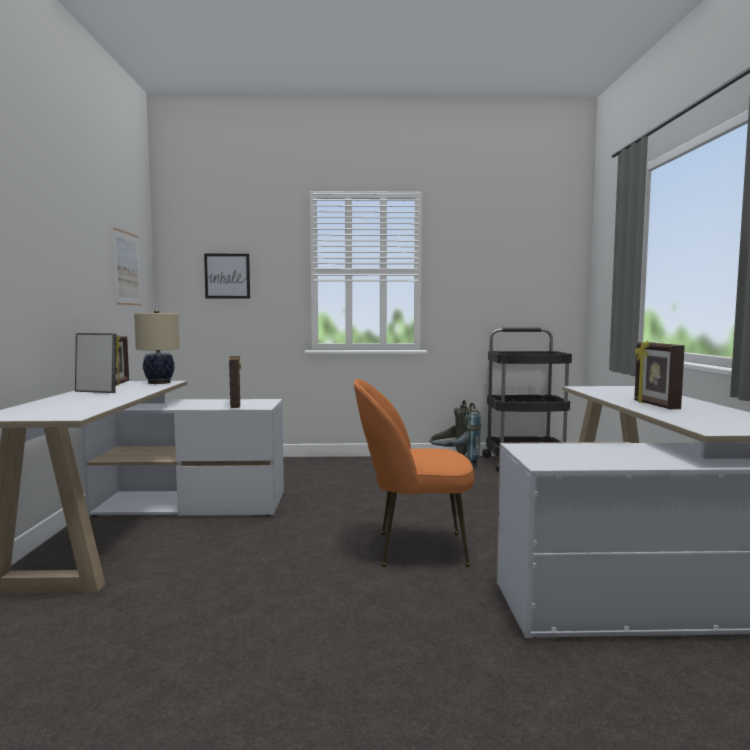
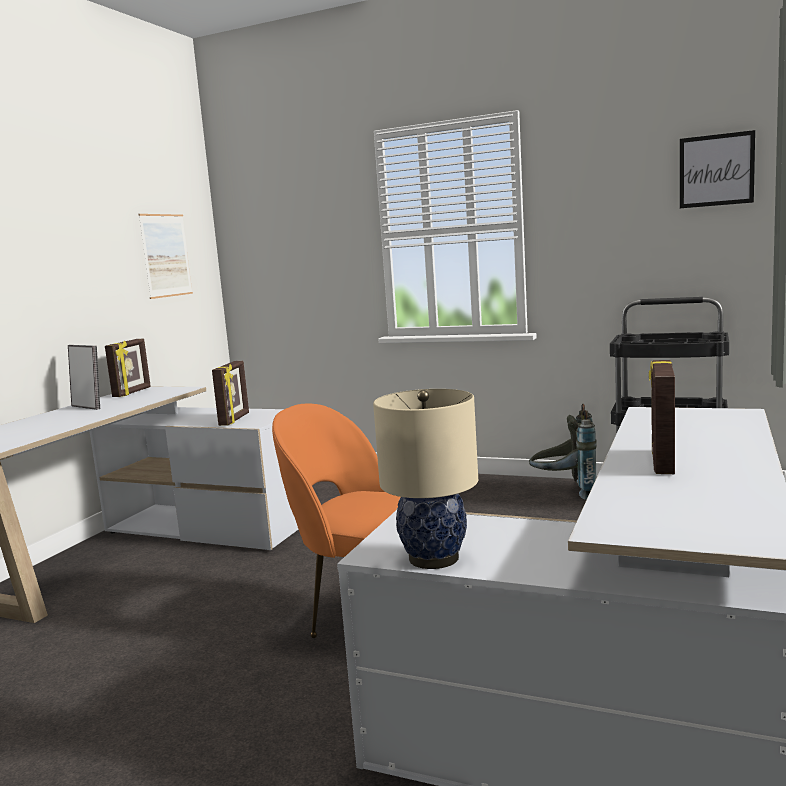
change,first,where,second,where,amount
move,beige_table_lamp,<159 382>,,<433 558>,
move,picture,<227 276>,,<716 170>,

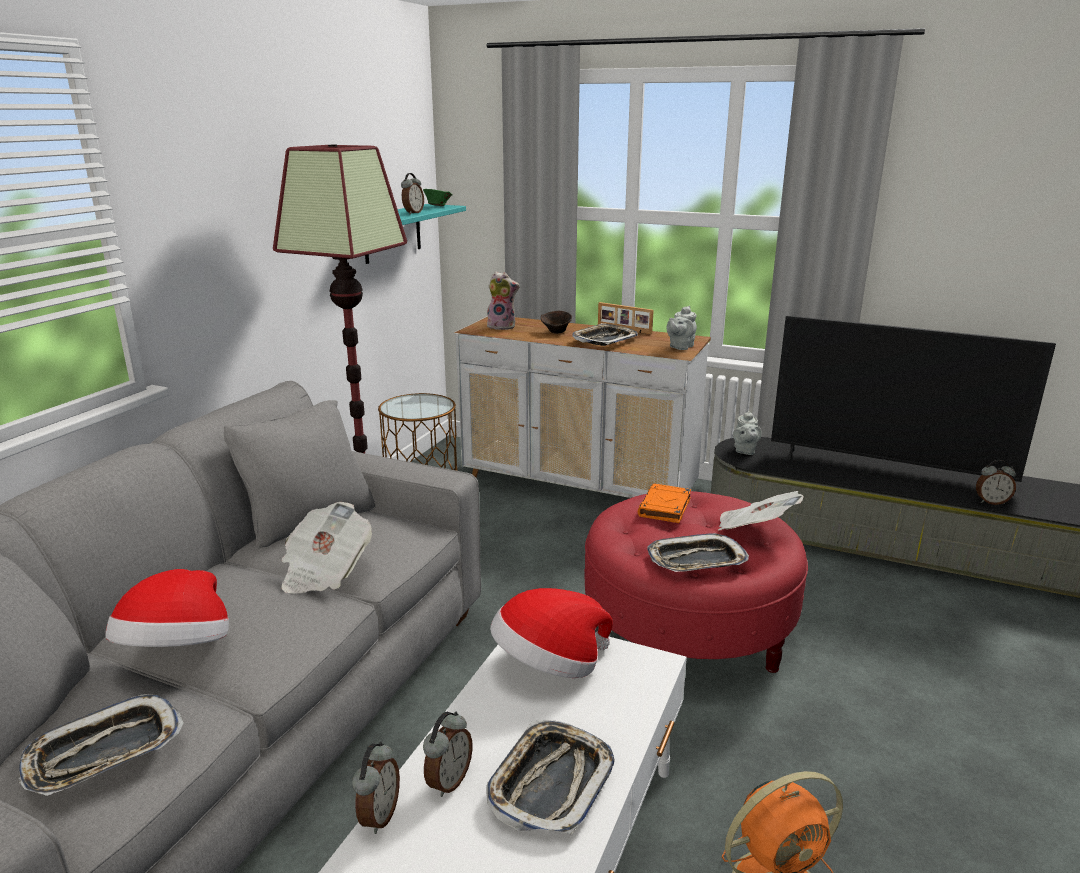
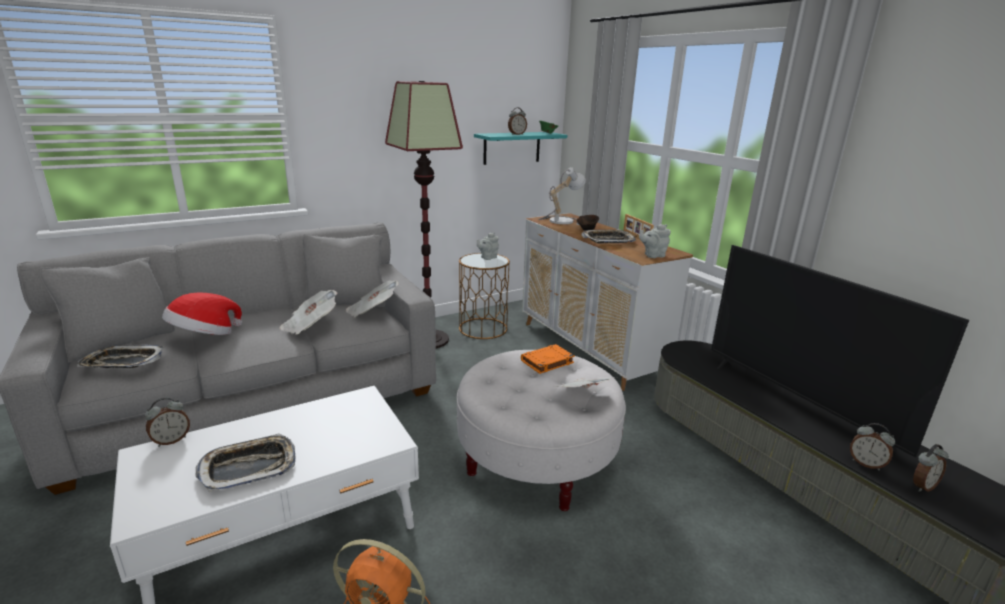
change,first,where,second,where,amount
insert,,,newspaper,<372 311>,
recolor,red_ottoman,<686 635>,white_ottoman,<536 460>,
move,grey_teapot,<744 451>,,<487 258>,
replace,plush_toy,<502 326>,table_lamp,<560 220>,
move,alarm_clock,<448 781>,,<922 486>,
delete,hat,<549 666>,,,
delete,tray,<696 561>,,,

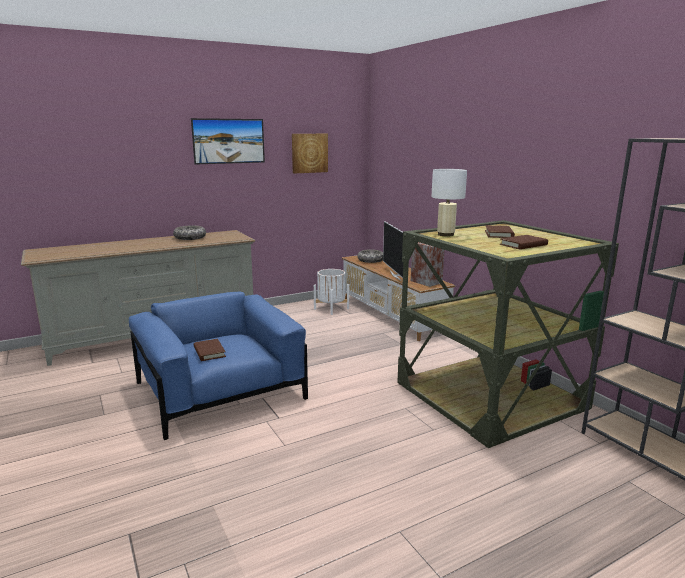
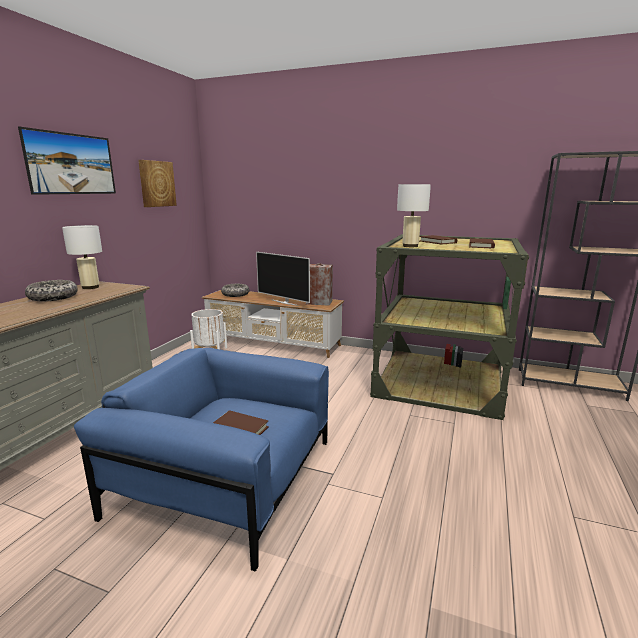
change,first,where,second,where,amount
insert,,,white_table_lamp,<90 287>,

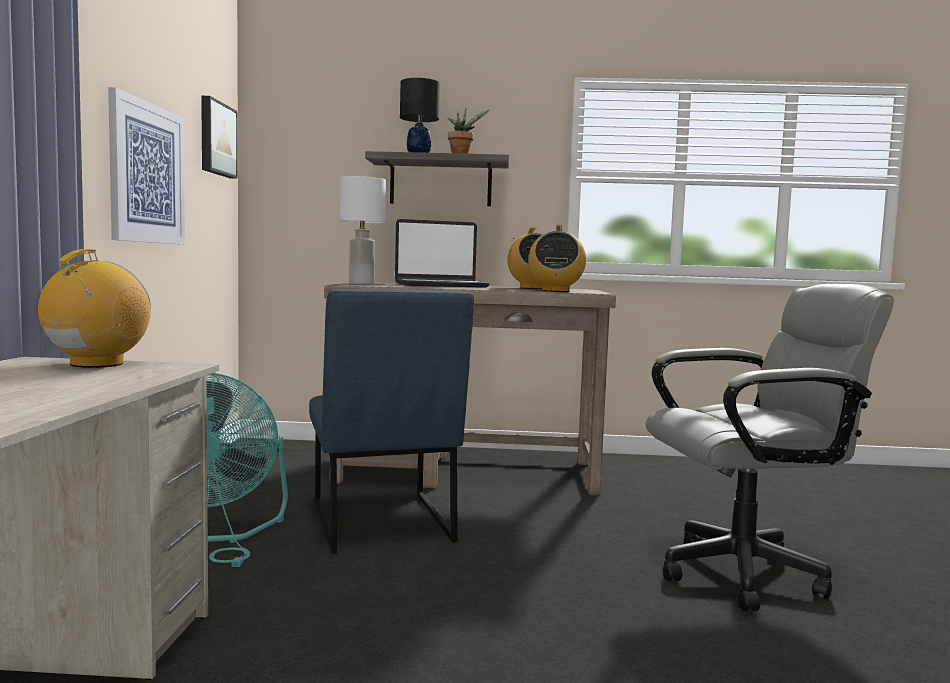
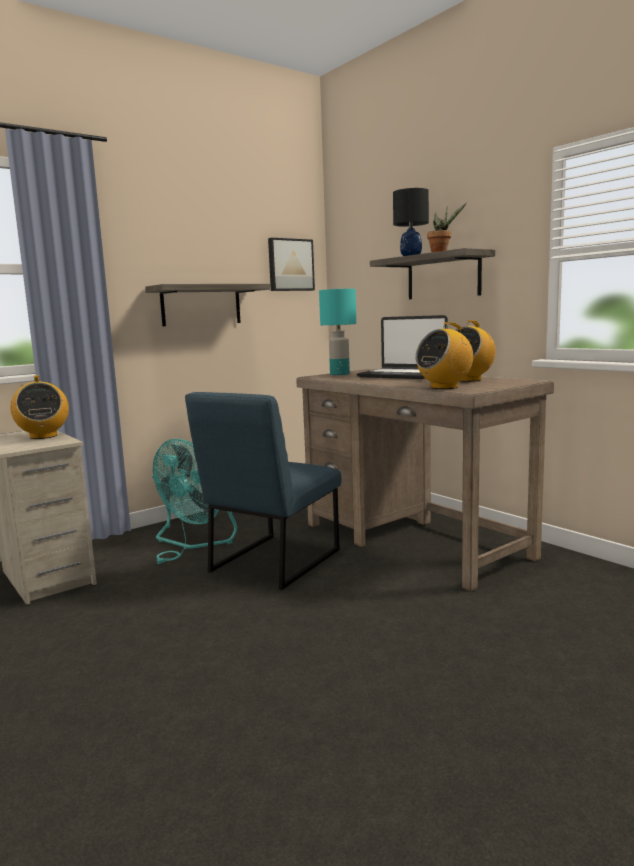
change,first,where,second,where,amount
rotate,radio,<96 364>,,<43 436>,90 degrees clockwise
replace,picture,<147 173>,shelf,<201 305>,
recolor,white_table_lamp,<361 284>,turquoise_table_lamp,<339 374>,
delete,grey_office_chair,<748 574>,,,

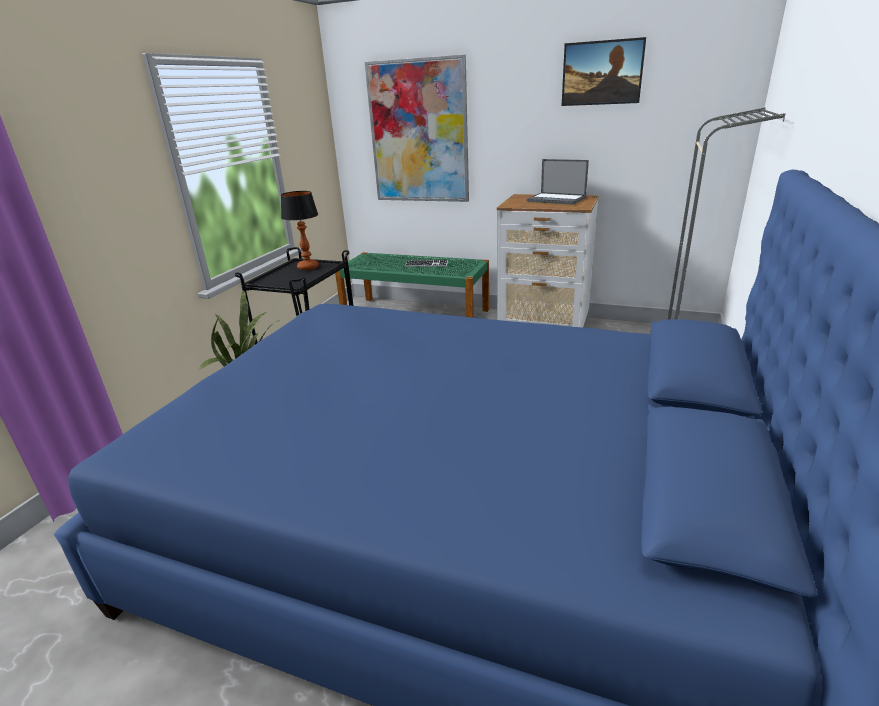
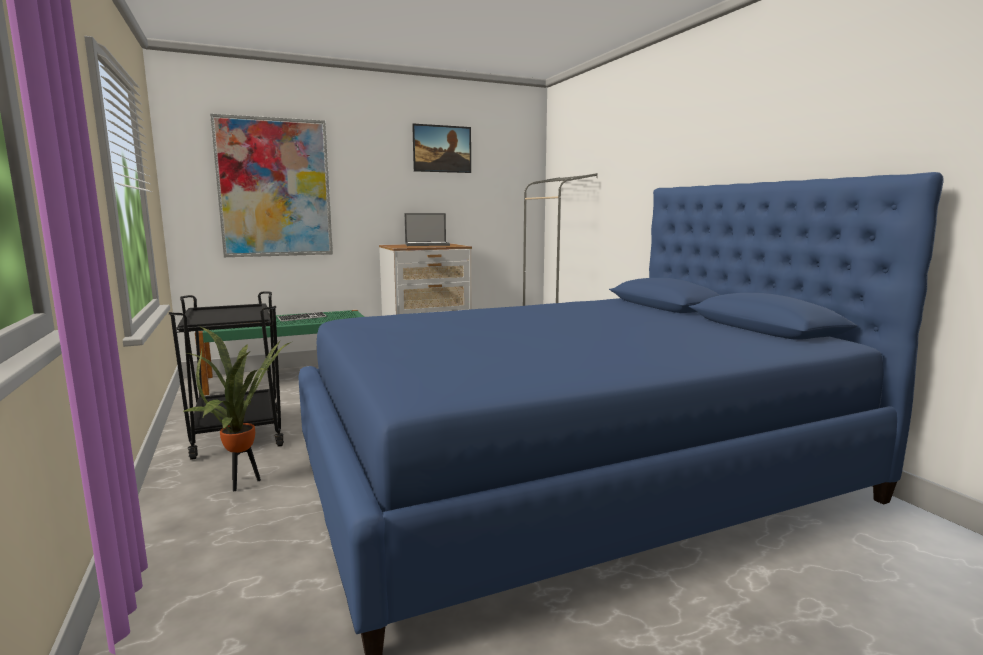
change,first,where,second,where,amount
delete,table_lamp,<308 267>,,,

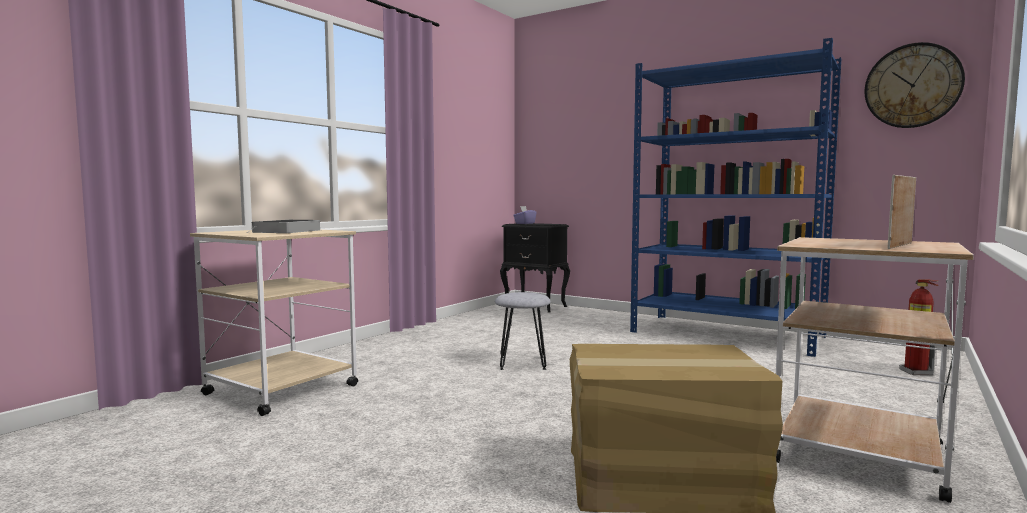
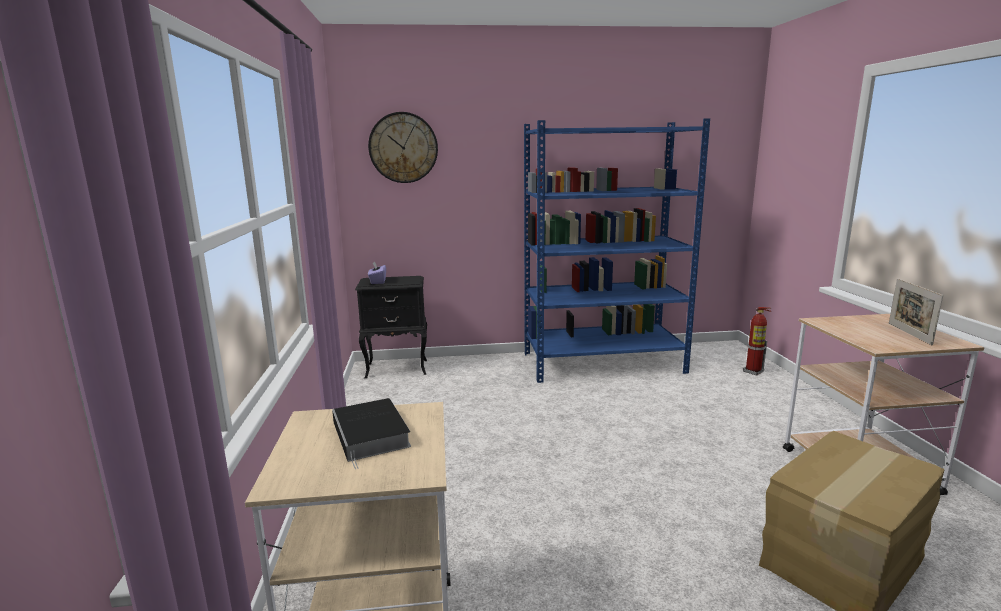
change,first,where,second,where,amount
move,wall_clock,<912 86>,,<403 148>,
delete,grey_stool,<522 363>,,,

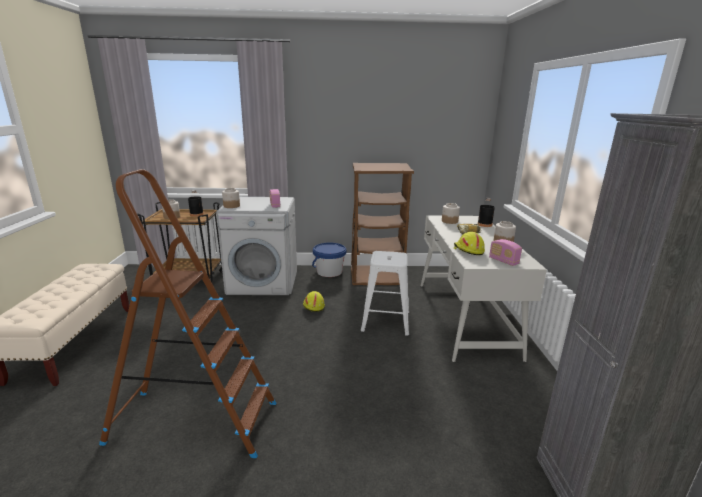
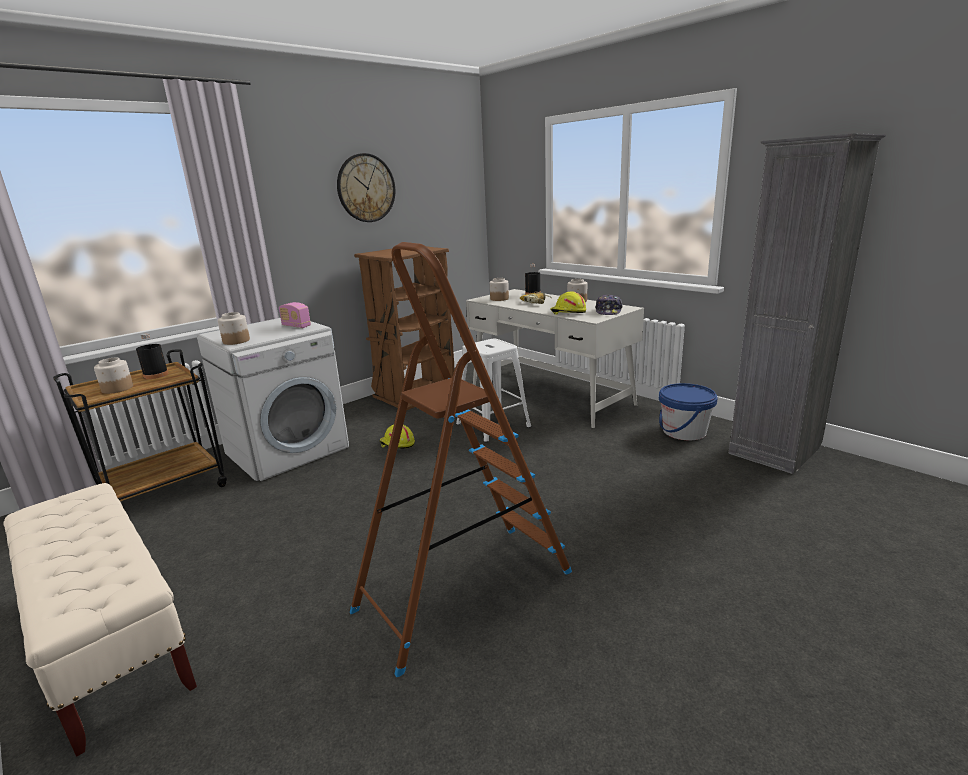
change,first,where,second,where,amount
insert,,,wall_clock,<366 188>,
replace,radio,<503 261>,cap,<608 311>,
move,blue_bucket,<329 272>,,<684 431>,

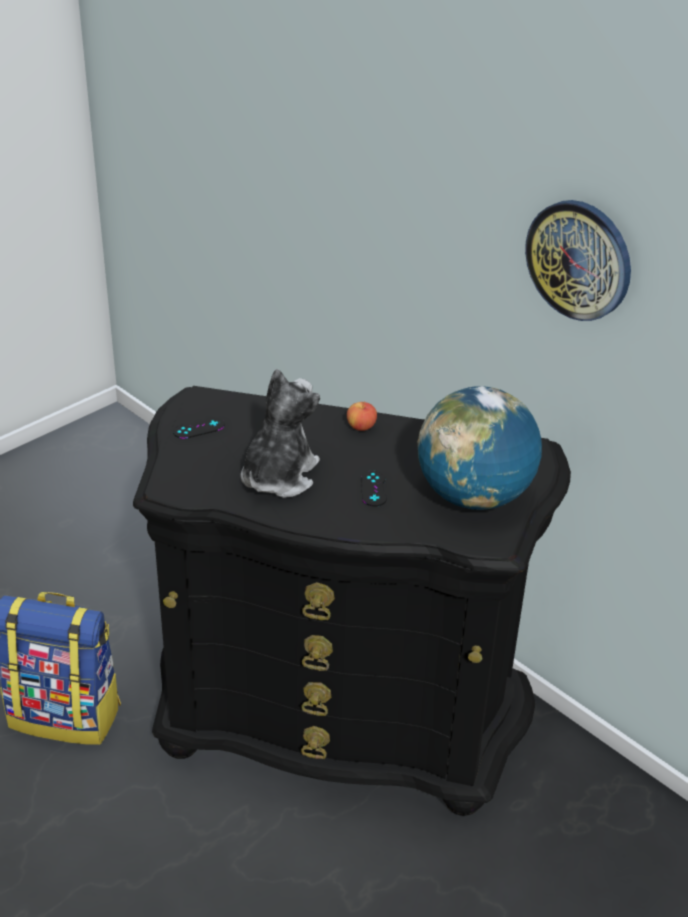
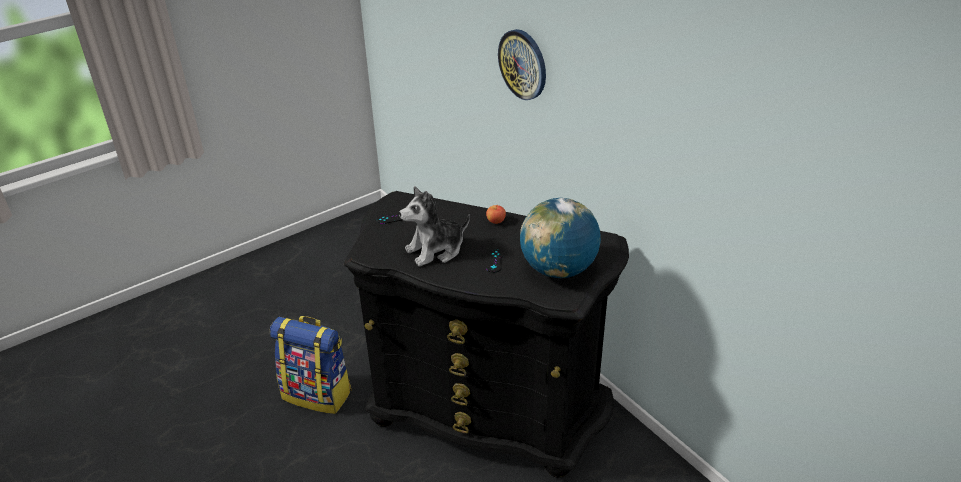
change,first,where,second,where,amount
rotate,plush_toy,<278 476>,,<435 250>,150 degrees counterclockwise
move,wall_clock,<579 260>,,<523 64>,

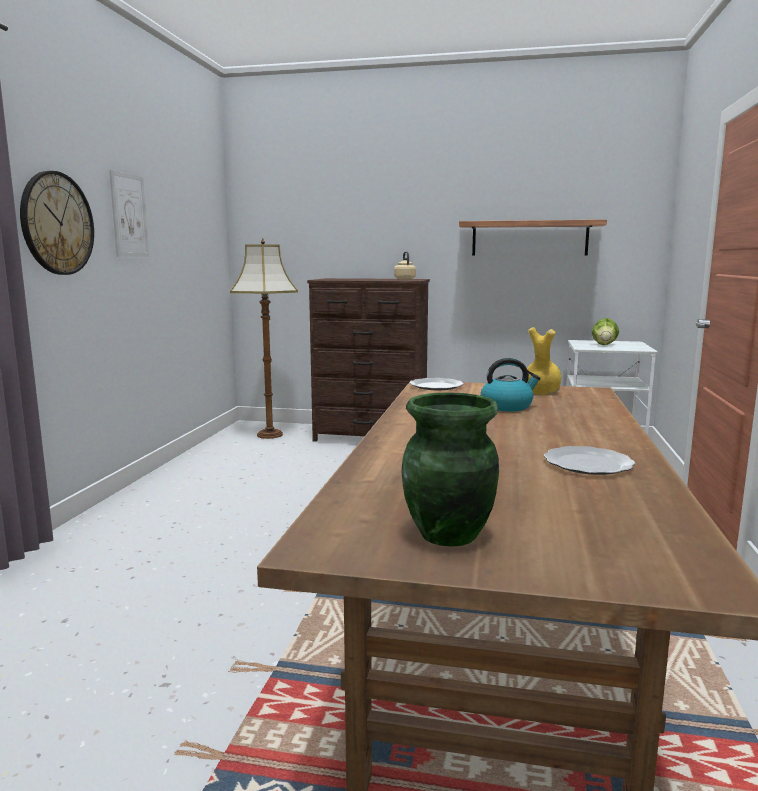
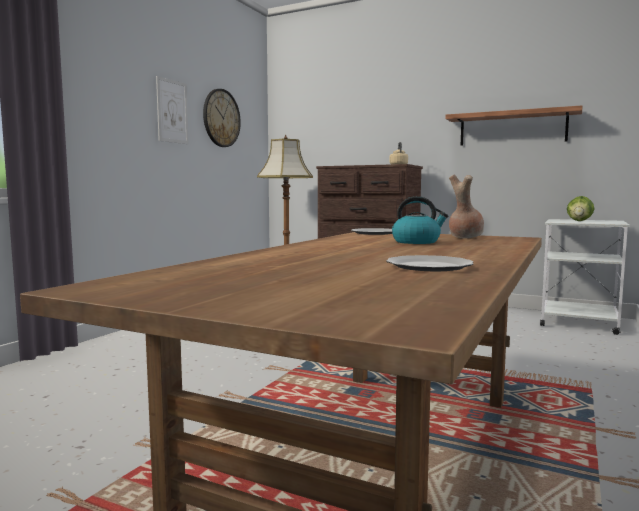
change,first,where,second,where,amount
move,wall_clock,<57 223>,,<221 118>,
recolor,yellow_vase,<540 392>,brown_vase,<464 237>,
delete,green_vase,<449 535>,,,

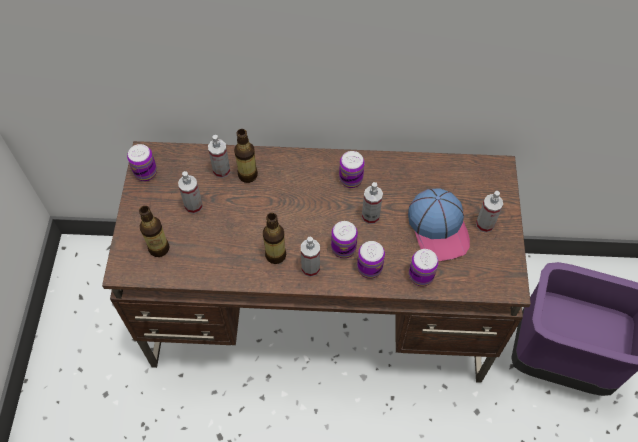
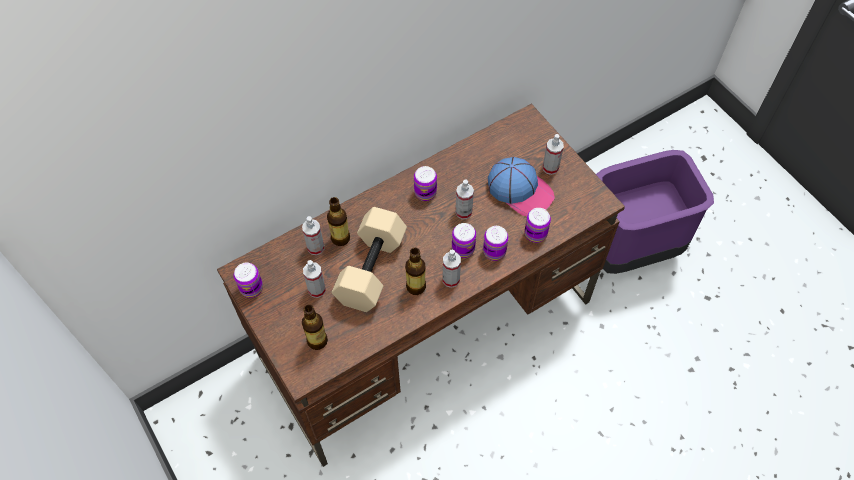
change,first,where,second,where,amount
insert,,,beige_dumbbell,<370 268>,

